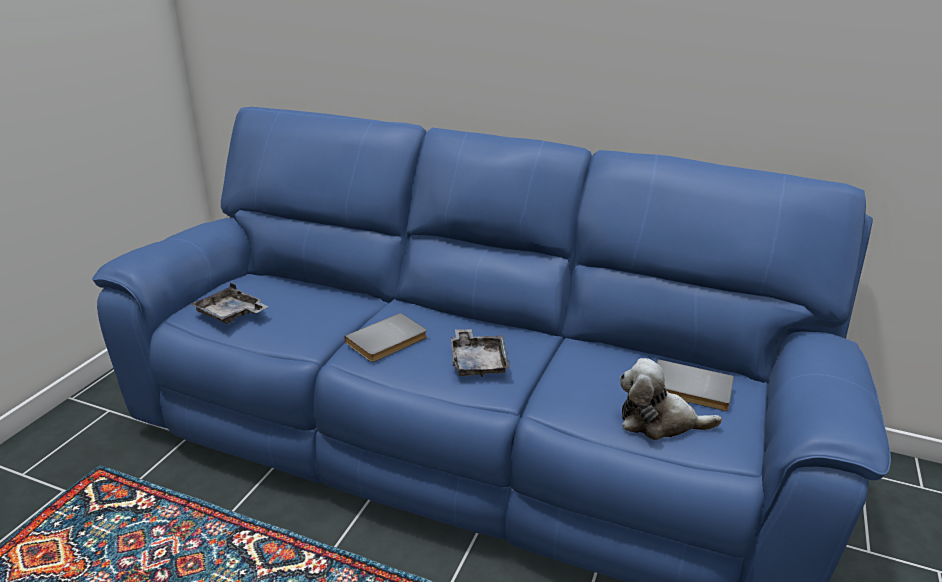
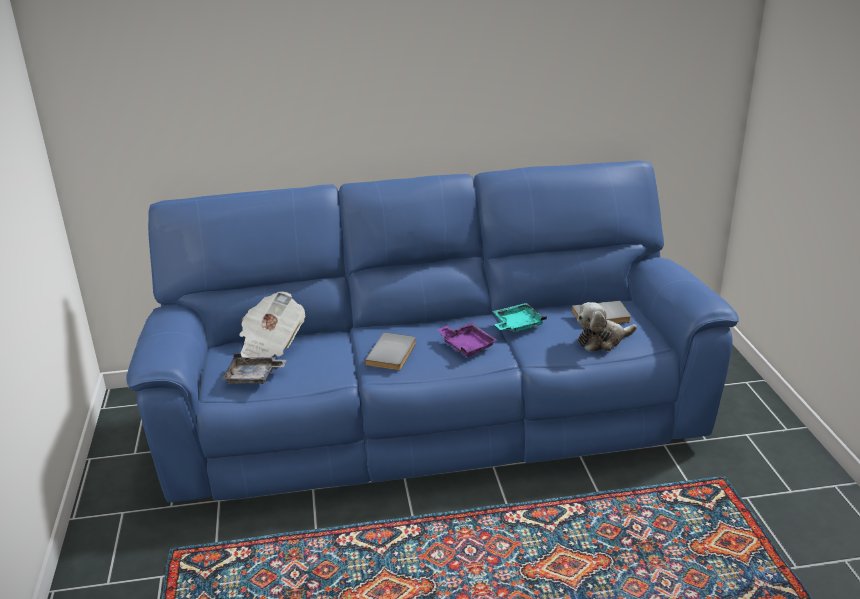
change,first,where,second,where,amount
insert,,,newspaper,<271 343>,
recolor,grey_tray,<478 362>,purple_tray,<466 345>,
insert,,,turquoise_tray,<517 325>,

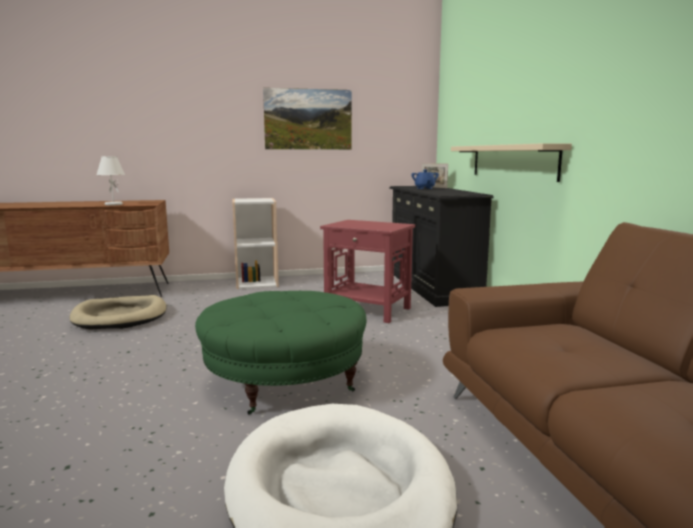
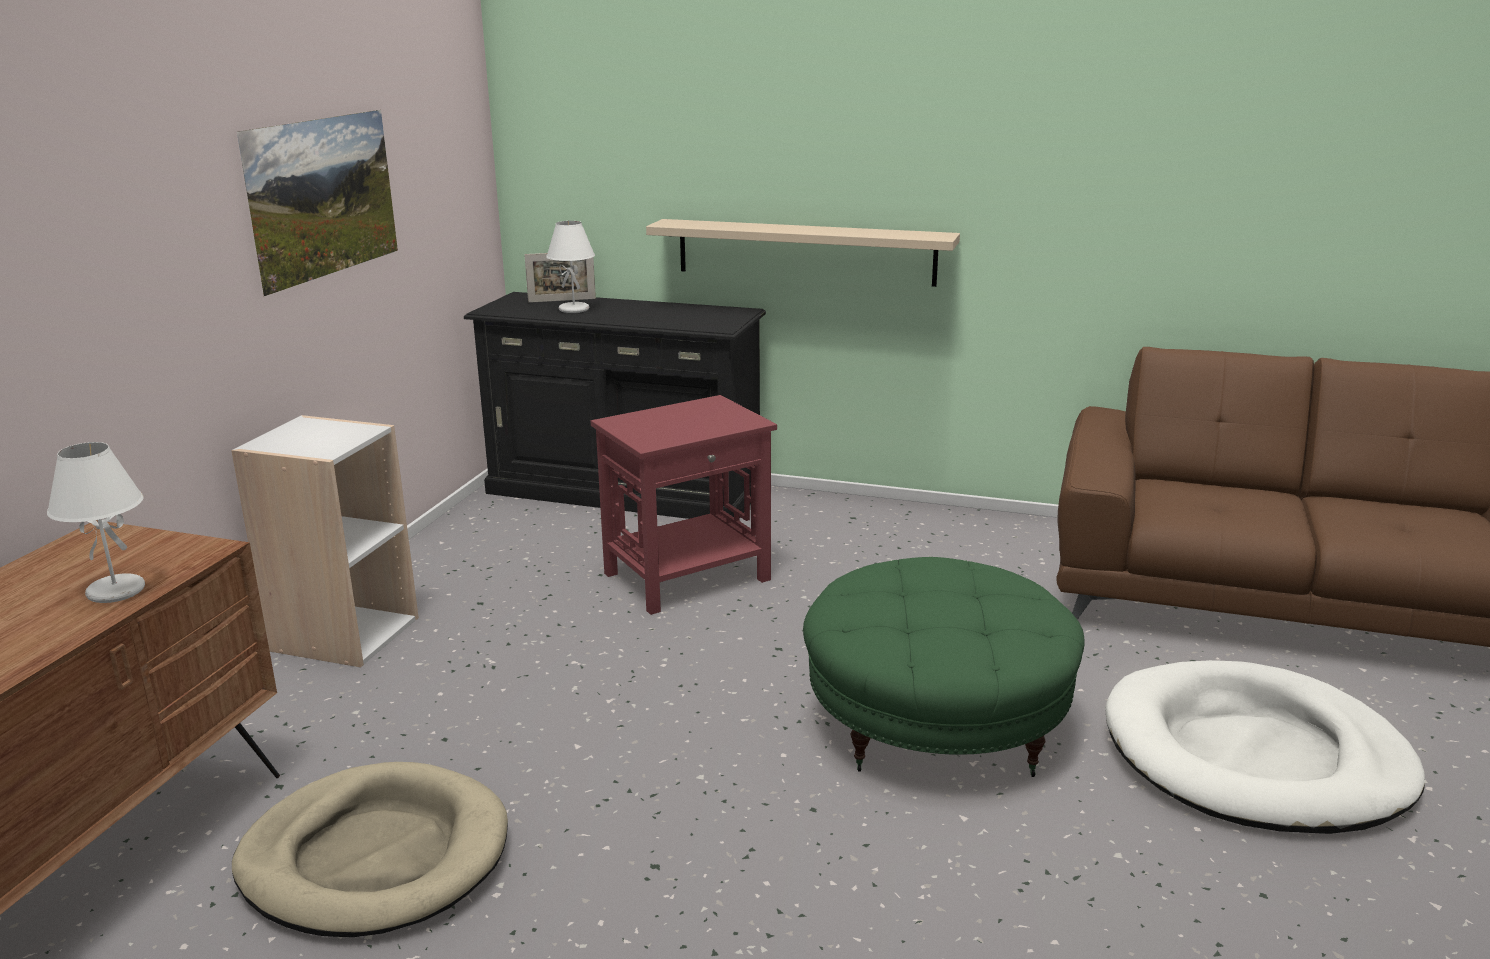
change,first,where,second,where,amount
replace,blue_teapot,<424 188>,white_table_lamp,<574 309>,

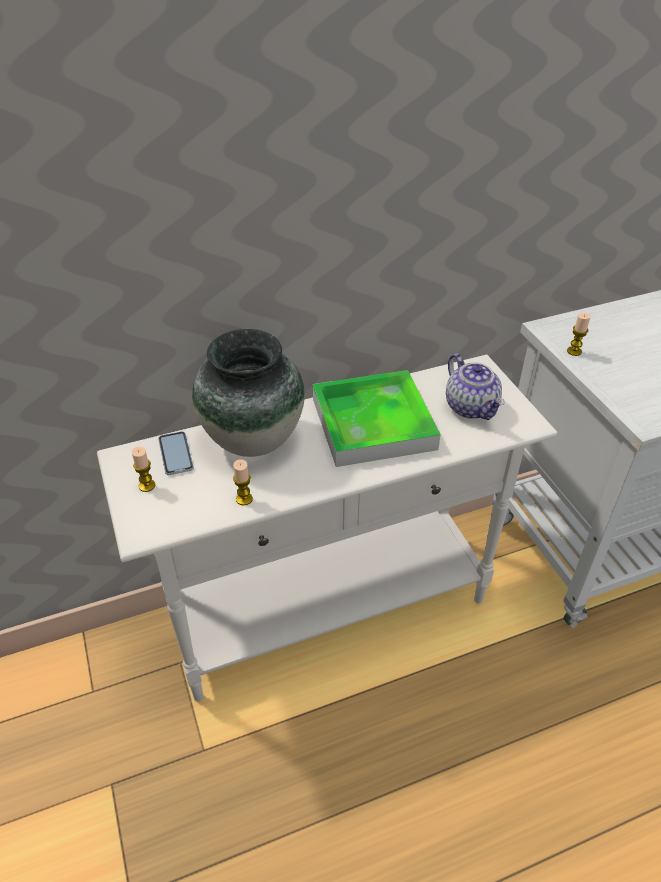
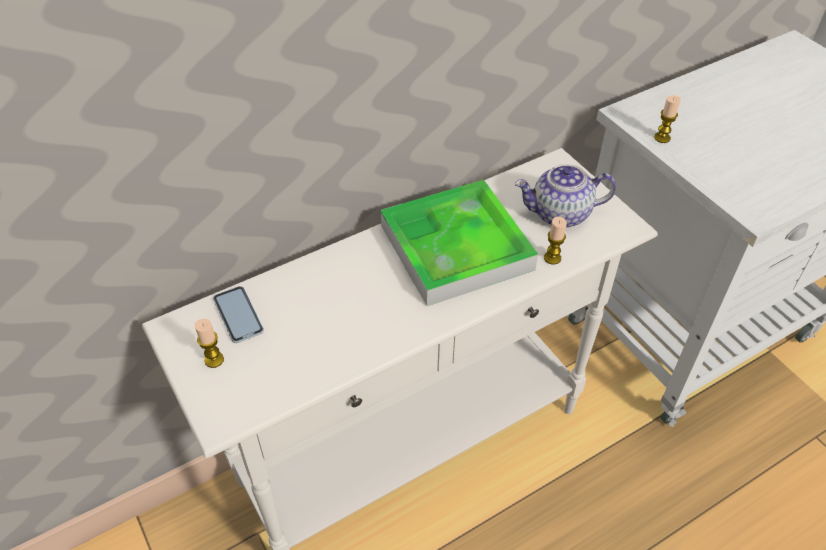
change,first,where,second,where,amount
rotate,teapot,<472 407>,,<560 214>,120 degrees clockwise
move,candle,<244 499>,,<552 258>,
delete,vase,<253 440>,,,

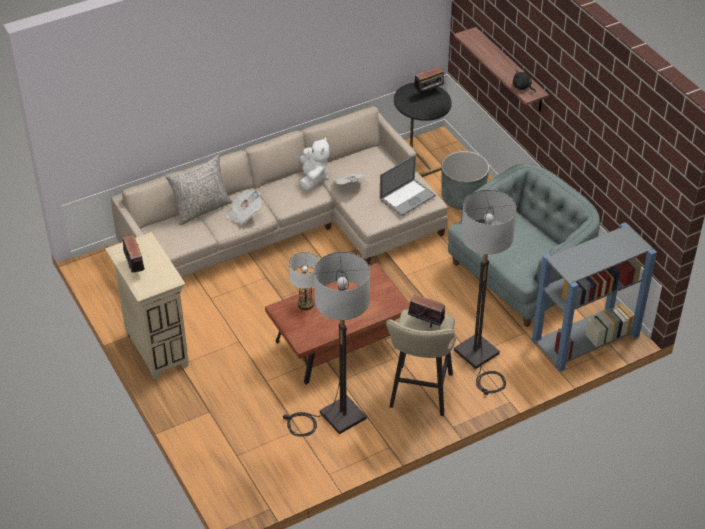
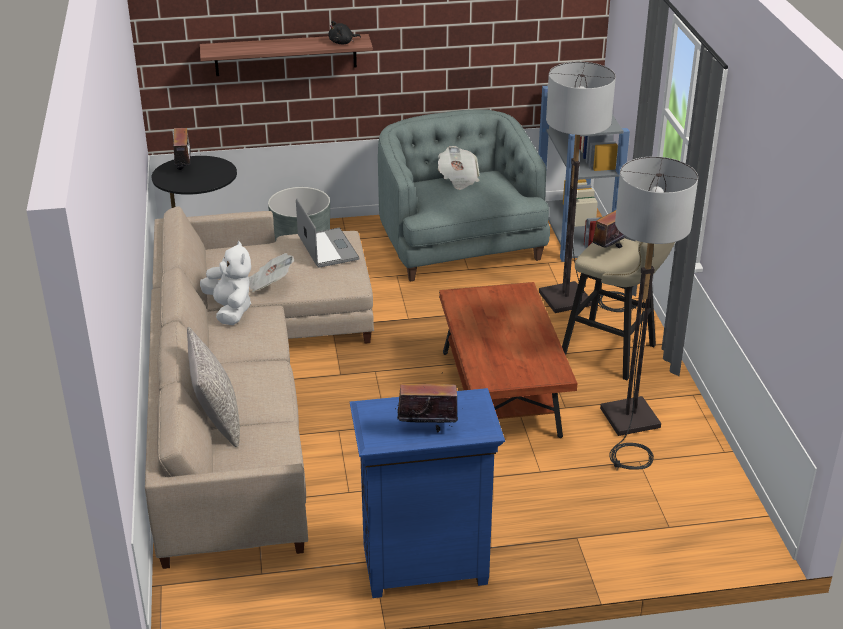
change,first,where,second,where,amount
rotate,white_plush_toy,<313 178>,,<230 310>,45 degrees clockwise
recolor,beige_cabinet,<155 349>,blue_cabinet,<424 570>,
move,newspaper,<244 214>,,<458 179>,
delete,table_lamp,<306 304>,,,

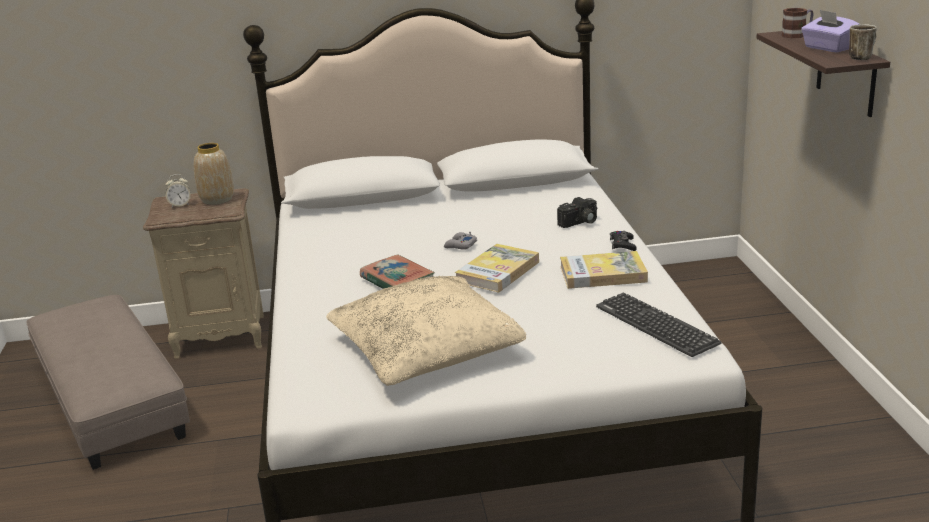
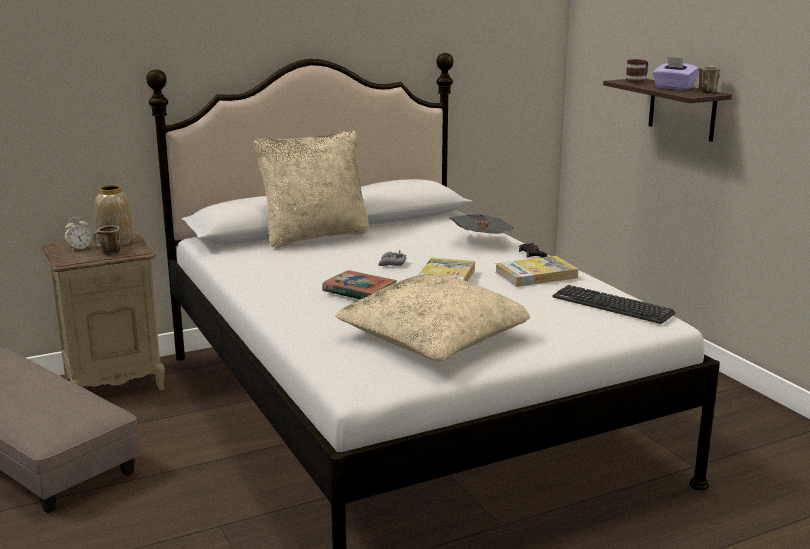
change,first,where,second,where,amount
insert,,,mug,<107 253>,
insert,,,beige_pillow,<316 238>,
replace,photo_camera,<580 223>,newspaper,<482 241>,

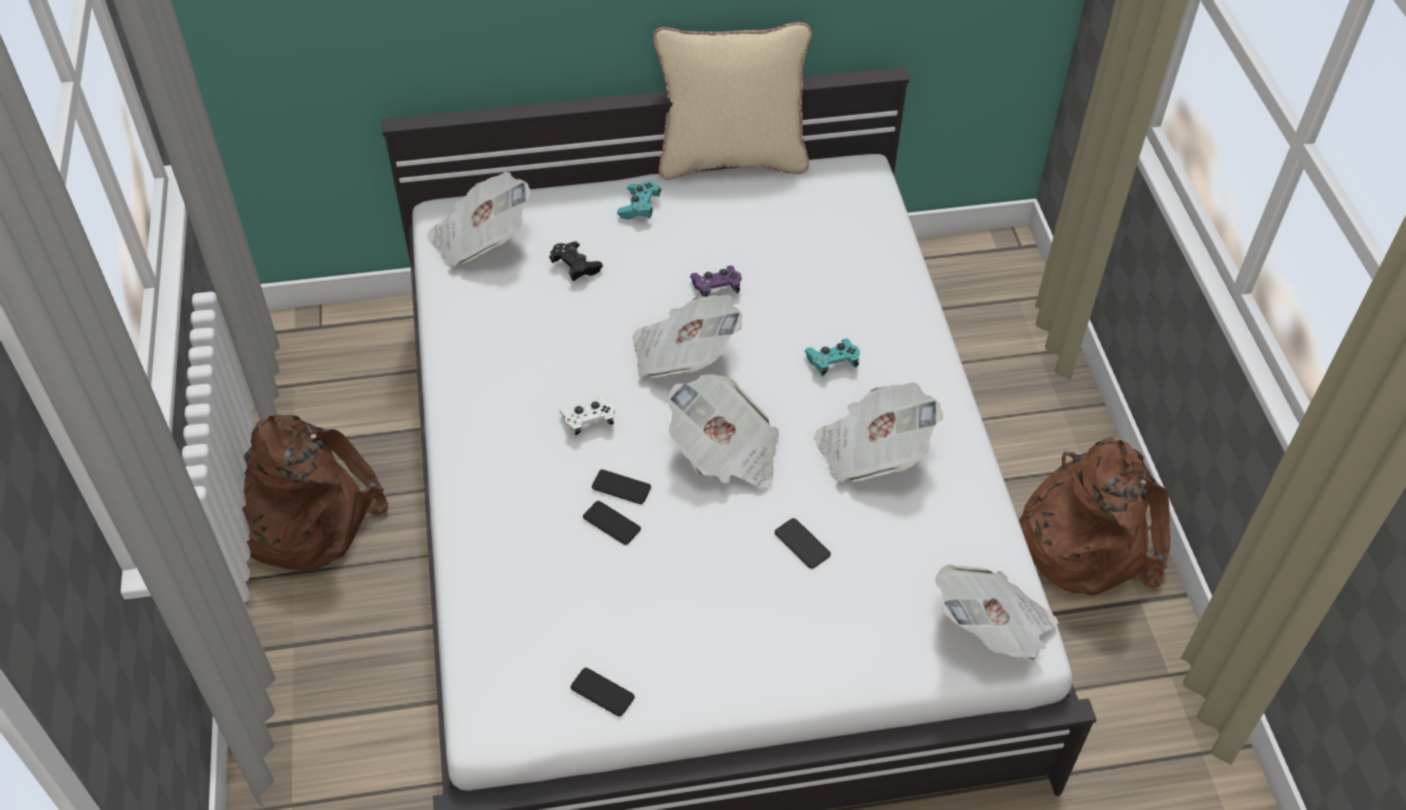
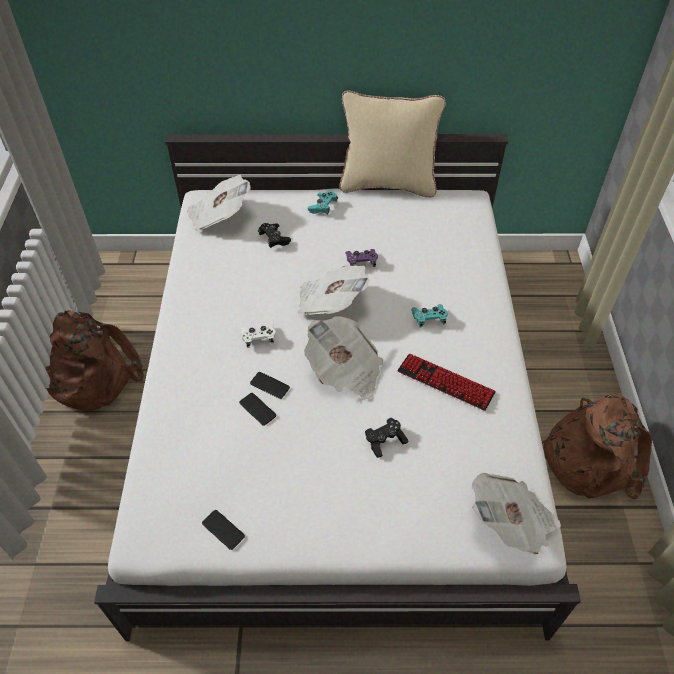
change,first,where,second,where,amount
replace,phone,<802 544>,black_game_controller,<385 441>,
replace,newspaper,<872 451>,keyboard,<445 382>,

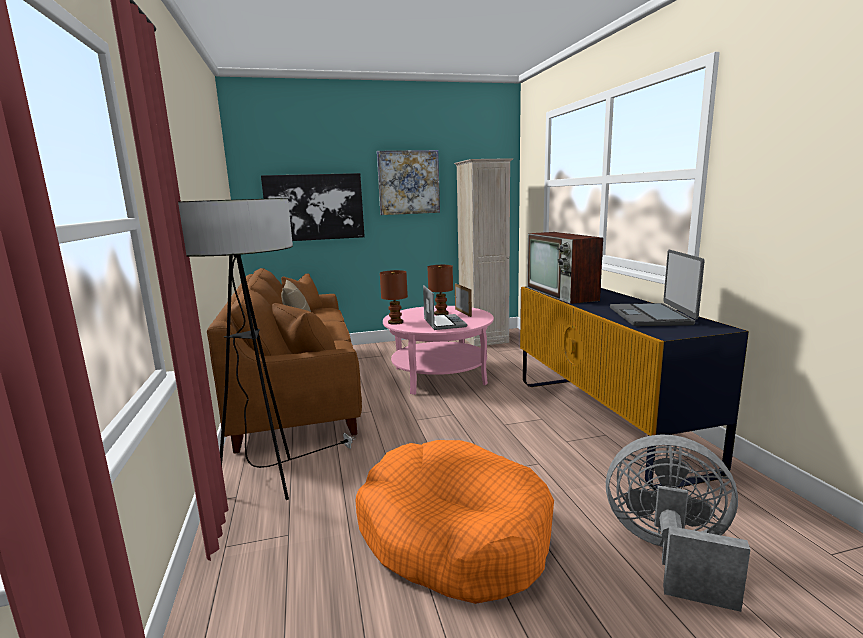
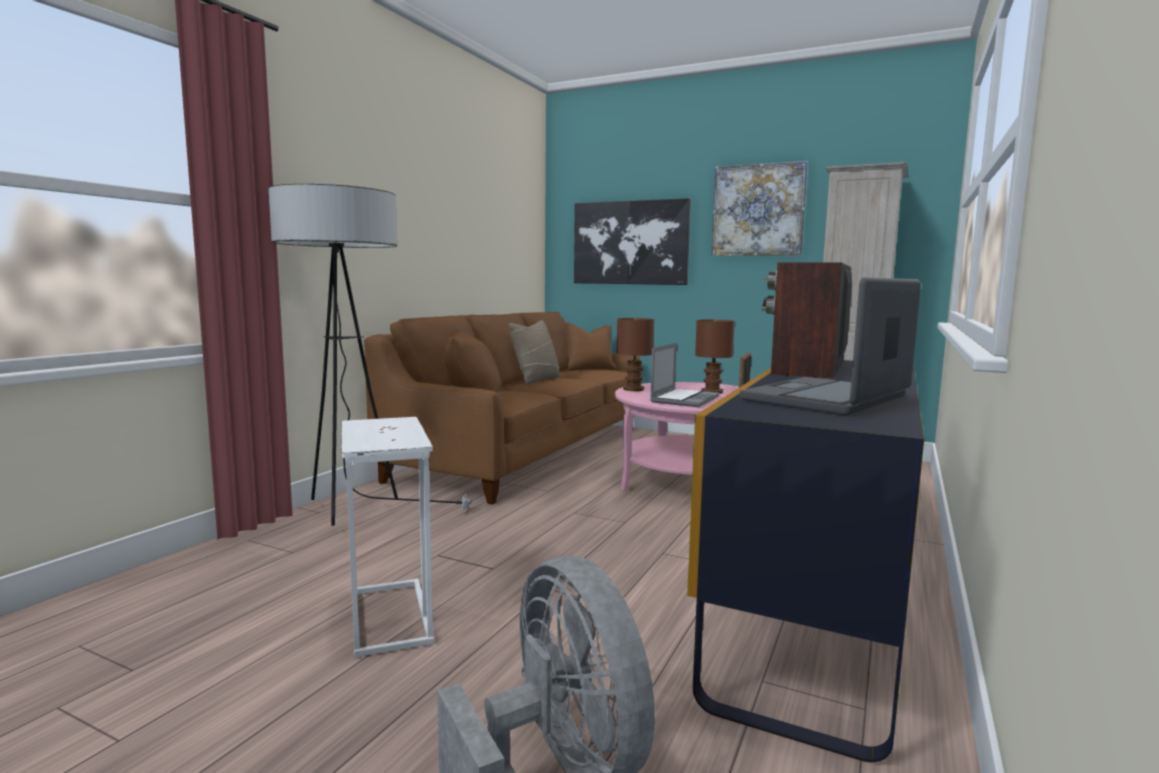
change,first,where,second,where,amount
replace,orange_dog_bed,<453 534>,white_side_table,<391 617>,

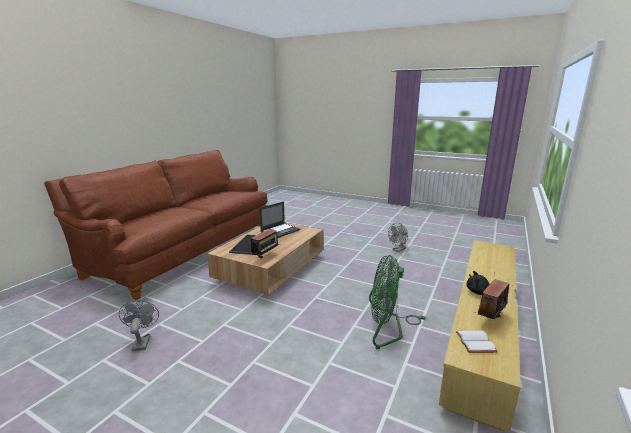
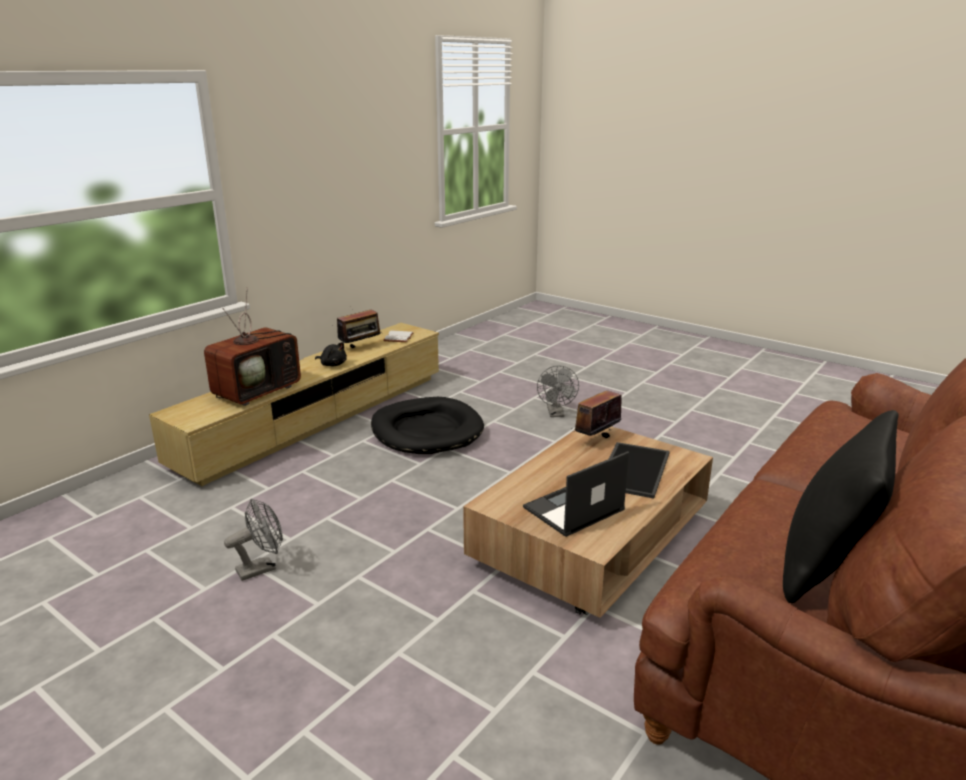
change,first,where,second,where,amount
insert,,,television,<258 390>,
replace,green_fan,<388 325>,black_dog_bed,<426 431>,
move,grey_fan,<142 341>,,<556 414>,
insert,,,black_pillow,<826 567>,

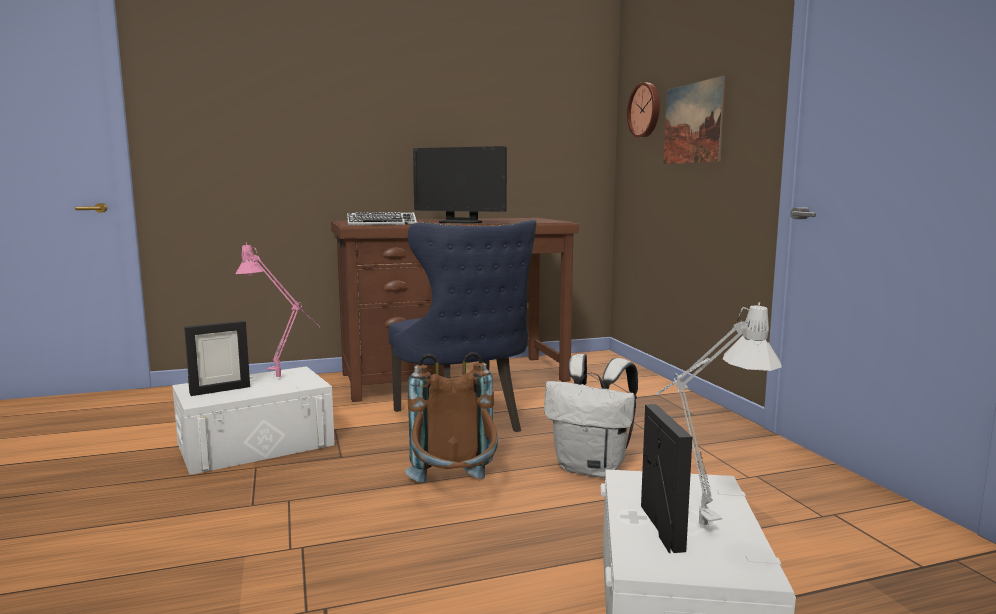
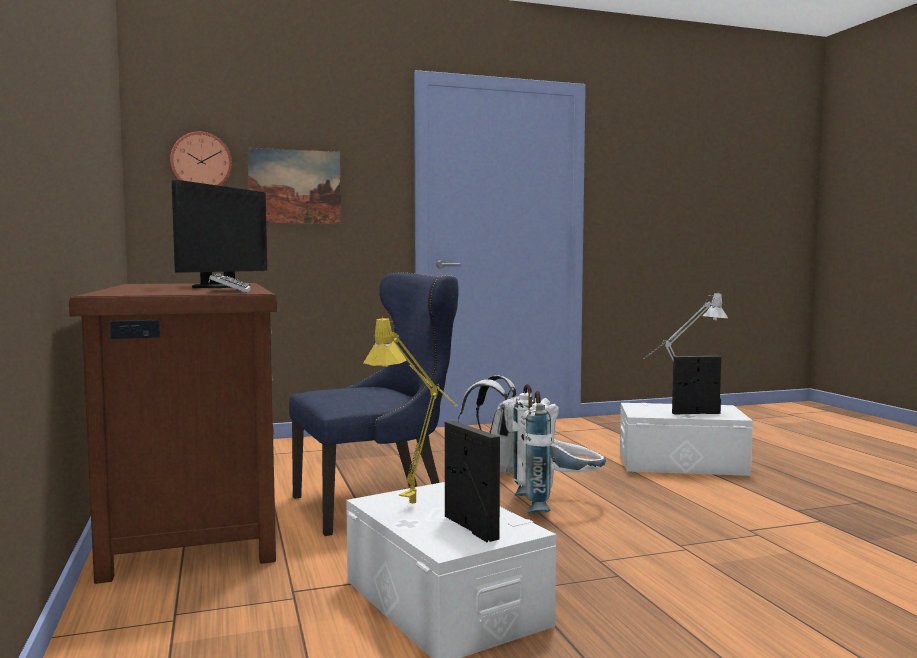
change,first,where,second,where,amount
recolor,pink_table_lamp,<284 379>,yellow_table_lamp,<418 502>,
recolor,brown_backpack,<454 492>,white_backpack,<557 504>,

